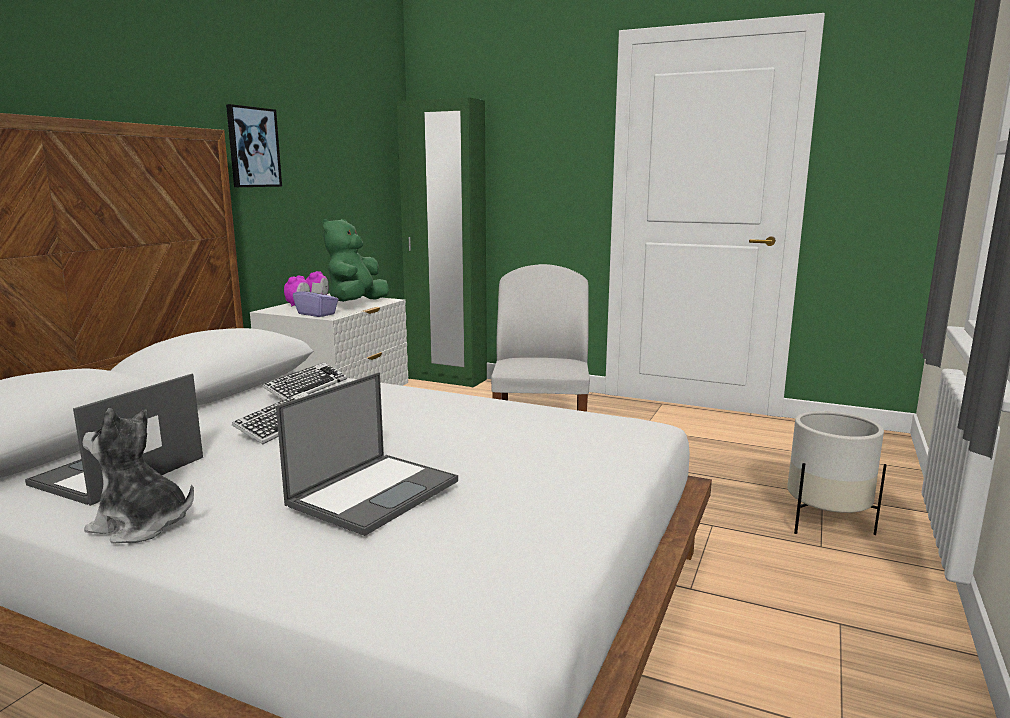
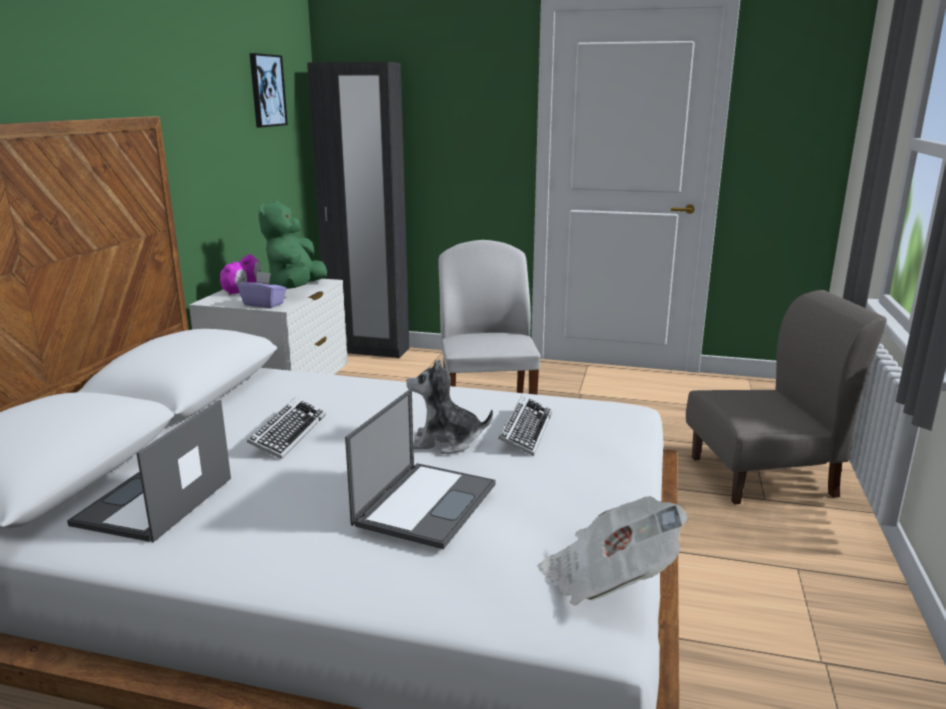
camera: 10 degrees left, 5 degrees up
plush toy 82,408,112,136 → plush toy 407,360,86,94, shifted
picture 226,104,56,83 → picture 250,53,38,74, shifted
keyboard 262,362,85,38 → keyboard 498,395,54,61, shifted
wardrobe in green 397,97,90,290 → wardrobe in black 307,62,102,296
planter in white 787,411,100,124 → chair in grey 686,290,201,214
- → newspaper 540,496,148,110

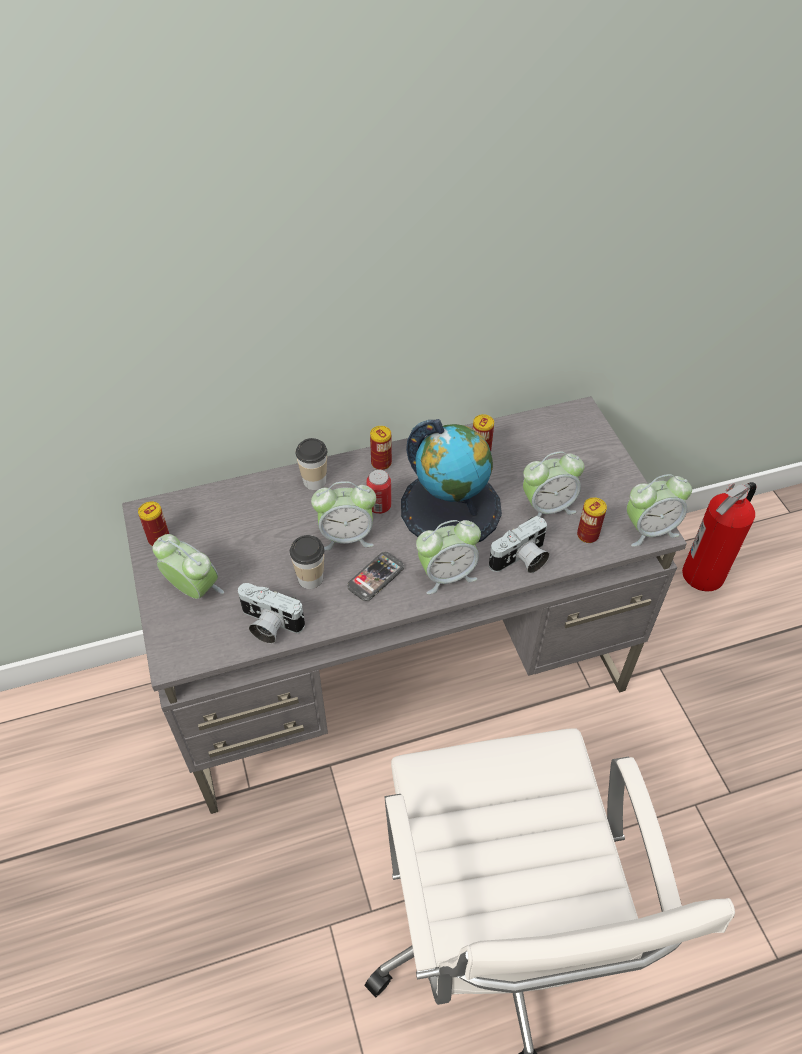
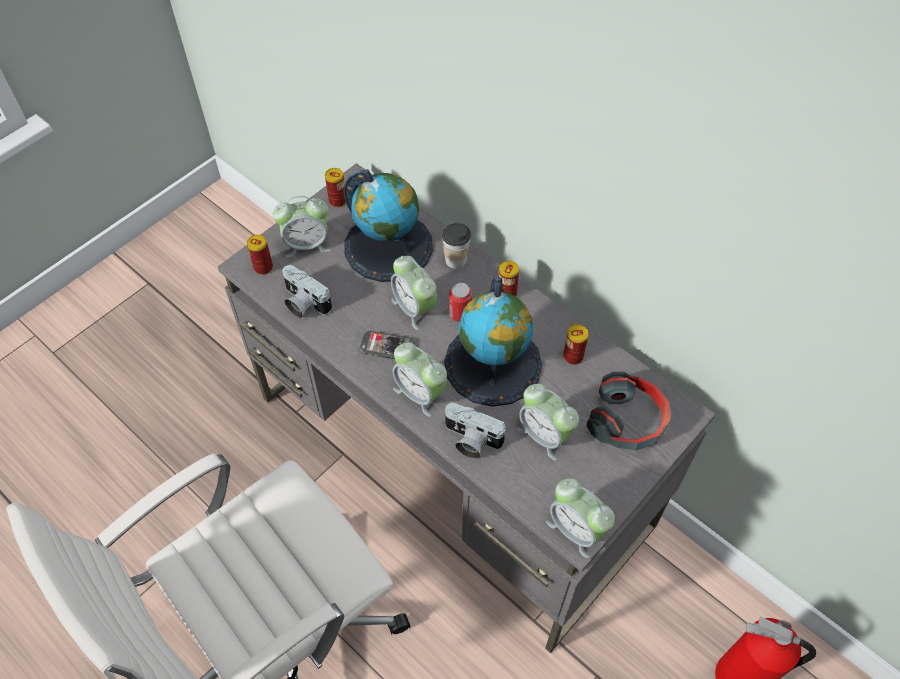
camera: 60 degrees right, 5 degrees up
alarm clock 152,534,72,65 → alarm clock 273,196,58,62, 75 degrees clockwise
photo camera 238,583,67,61 → photo camera 282,265,50,53, 45 degrees counterclockwise
cup 290,535,34,54 → -
can 577,497,30,46 → can 247,235,26,40, shifted
- → globe 344,169,89,113
- → headphones 586,372,85,78

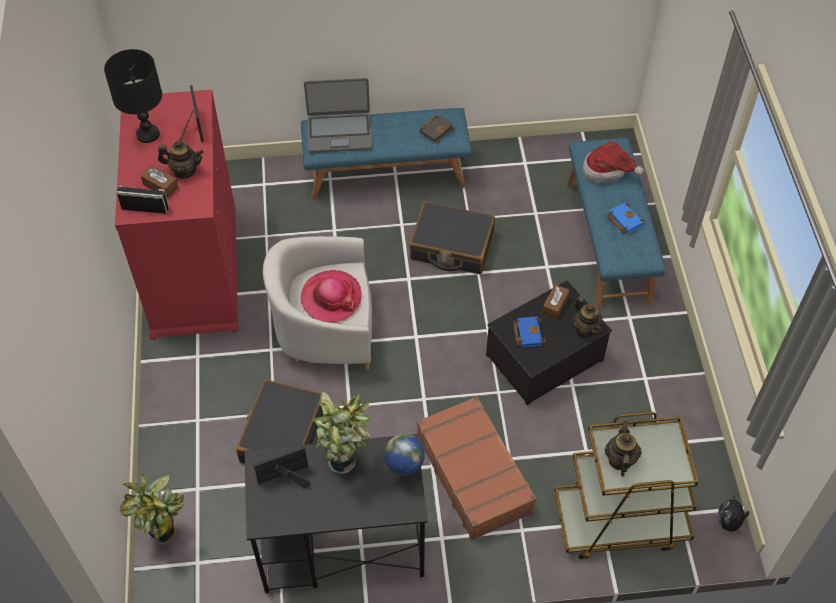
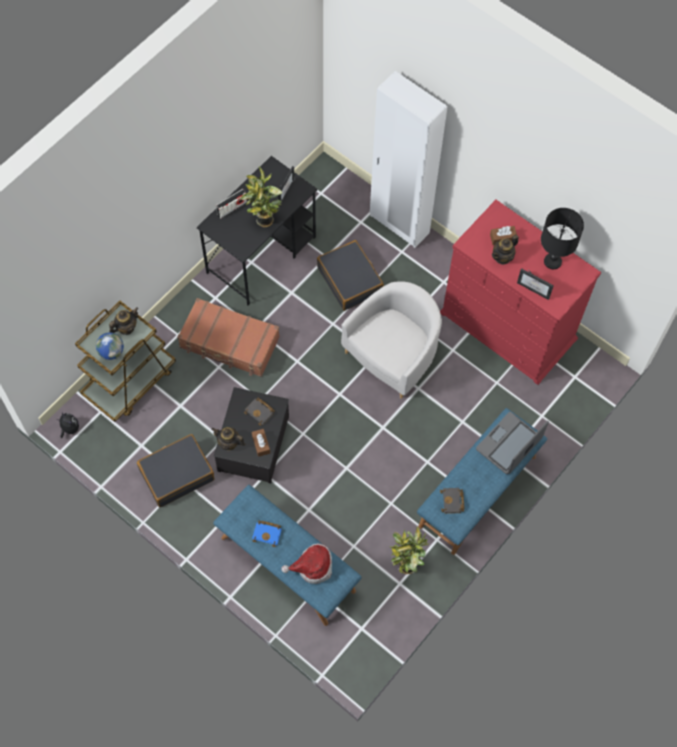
camera: 135 degrees right, 10 degrees up
radio 116,185,53,29 → radio 216,189,31,30, shifted
potted plant 119,472,65,73 → potted plant 391,527,38,47, shifted
hat 301,270,61,52 → -
globe 384,434,41,41 → globe 96,332,28,28, shifted
suitcase in black 409,201,86,73 → suitcase in black 137,434,78,73, shifted
book in blue 513,316,33,31 → book in black 244,398,31,28
teapot 605,421,37,56 → teapot 109,307,30,28, 90 degrees counterclockwise
- → wardrobe in white 370,71,78,177

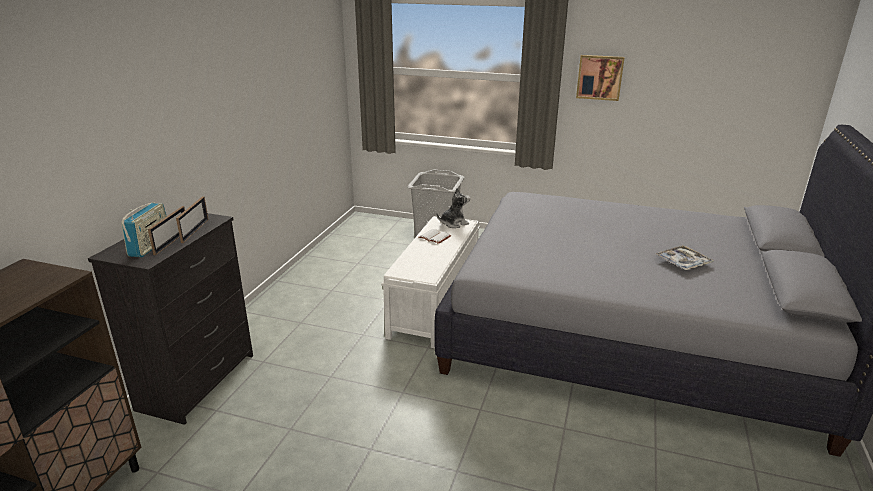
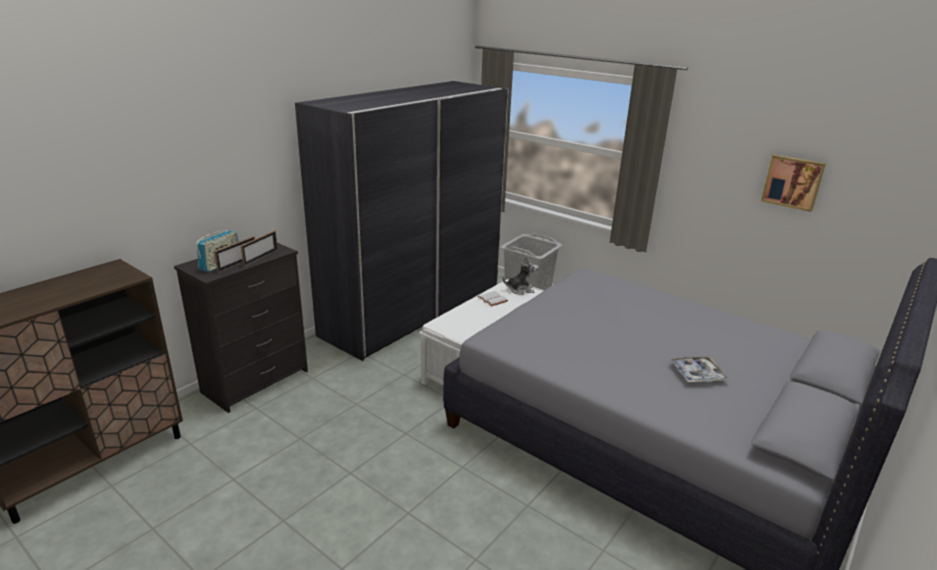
camera: 20 degrees right, 0 degrees up
picture 576,55,49,46 → picture 761,155,65,57, shifted
- → wardrobe in grey 295,81,214,280

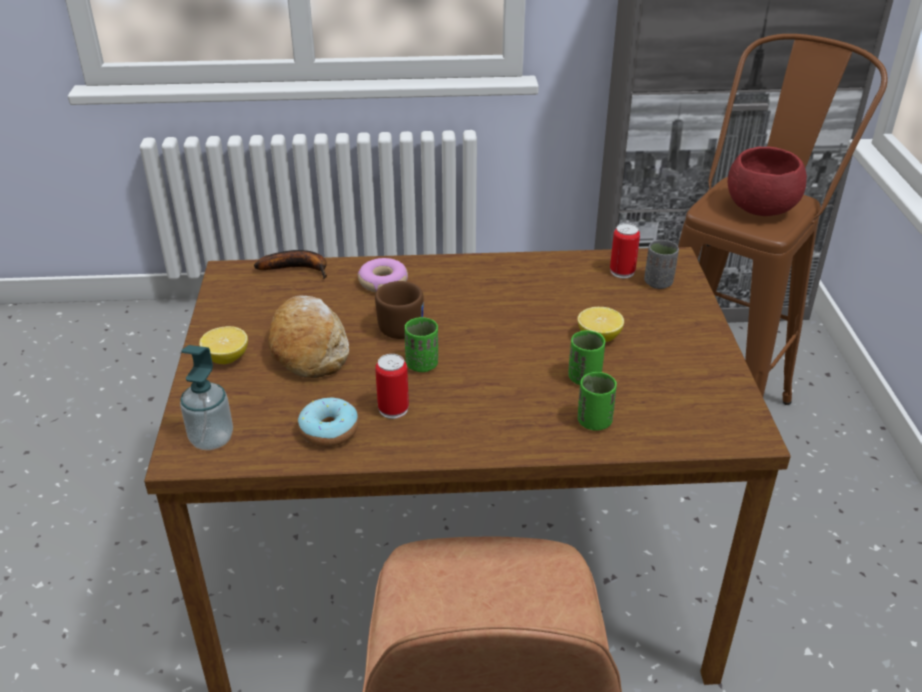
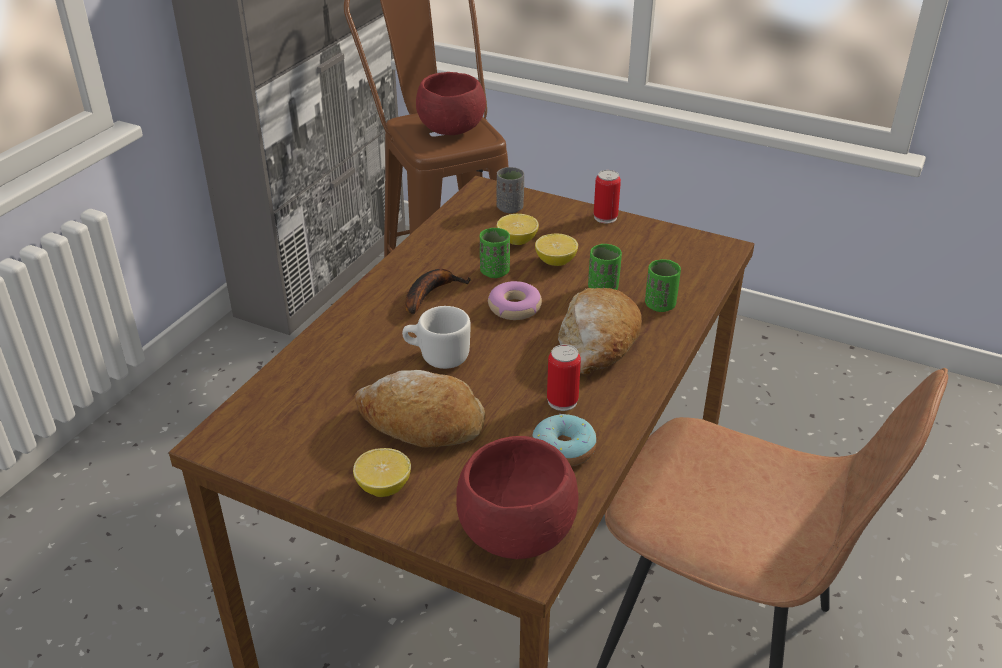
camera: 60 degrees left, 0 degrees up
soap dispenser 180,345,53,105 → bowl in red 456,436,123,123
banana 254,250,73,29 → banana 405,269,66,45, shifted
donut 357,258,51,34 → donut 488,281,54,39, shifted
mug in brown 375,281,49,58 → mug in white 402,306,69,63
cup in green 405,317,33,55 → cup in green 480,228,30,50, shifted
can 610,223,30,55 → can 594,170,27,53, shifted
- → lemon 497,214,42,31
- → bread 558,288,84,86

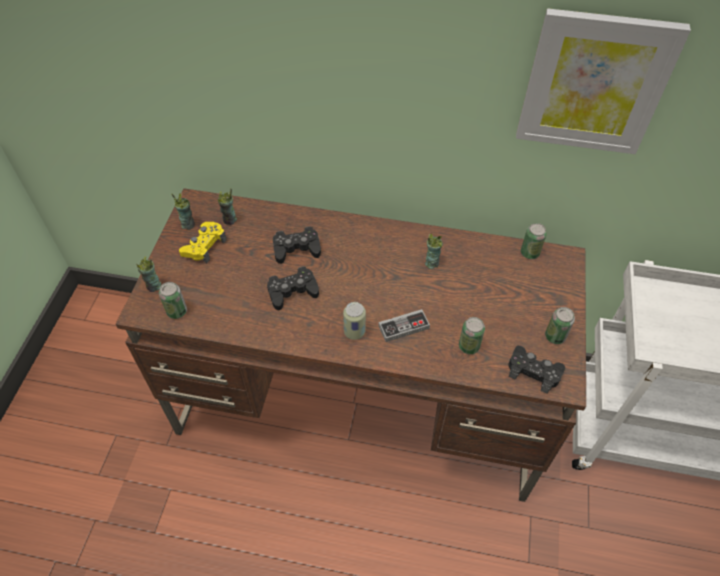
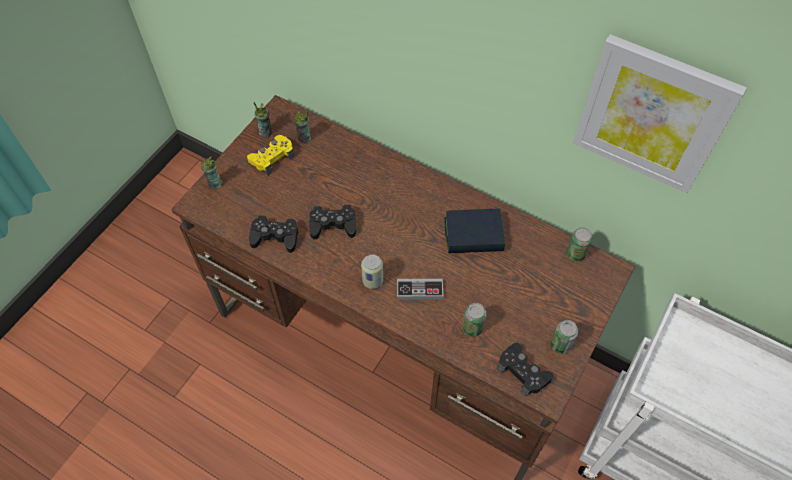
camera: 20 degrees right, 5 degrees up
can 159,282,28,37 → -
game controller in black 273,226,48,38 → game controller in black 249,215,49,38, shifted
cup 425,234,18,35 → book 444,209,61,44

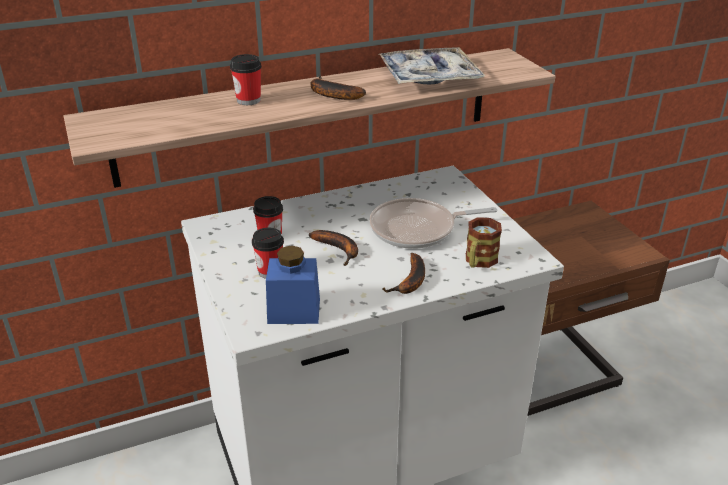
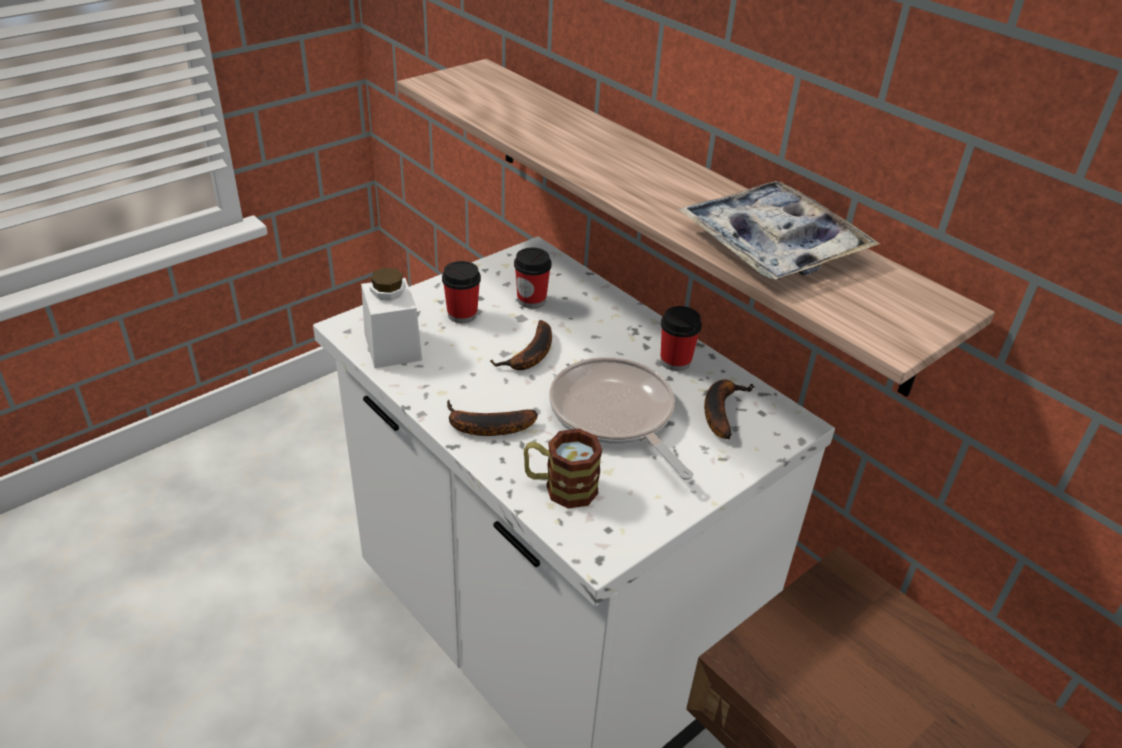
camera: 70 degrees right, 5 degrees up
cup 230,54,32,51 → cup 661,306,41,65, shifted
jar in blue 266,245,54,79 → jar in white 361,268,61,100
banana 310,76,56,24 → banana 704,379,51,60, shifted

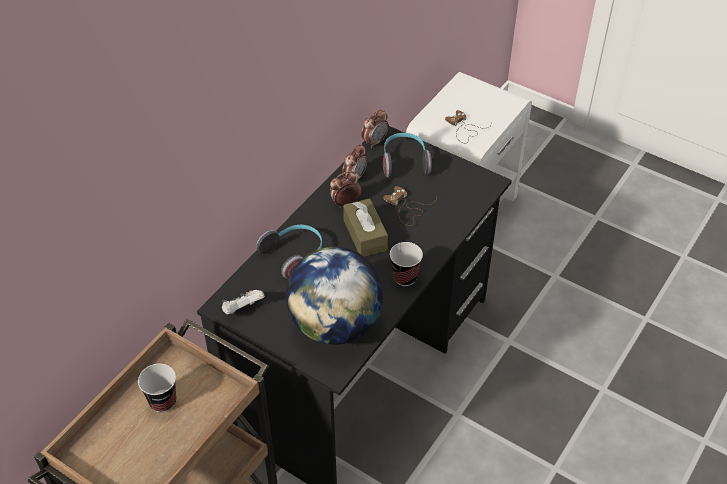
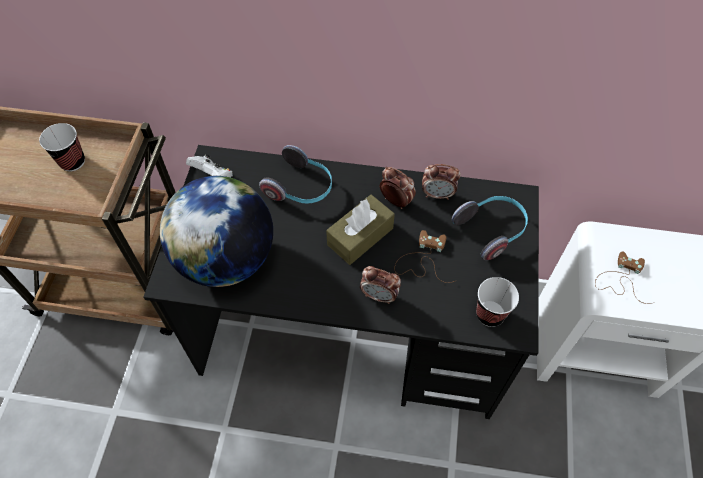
camera: 65 degrees right, 10 degrees up
alarm clock 361,109,28,39 → alarm clock 360,266,41,38, shifted
cup 390,242,33,44 → cup 476,277,43,50, shifted

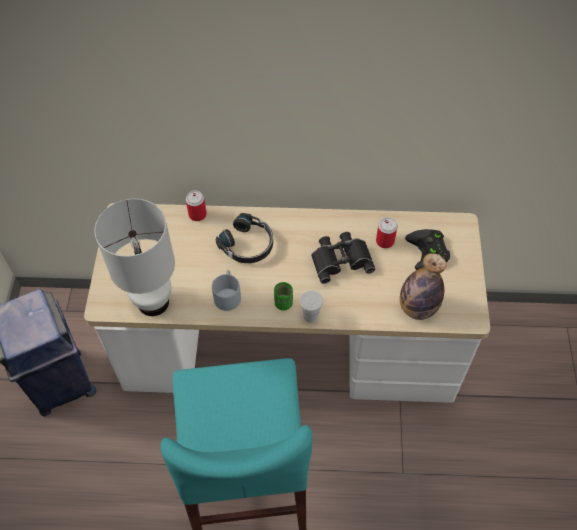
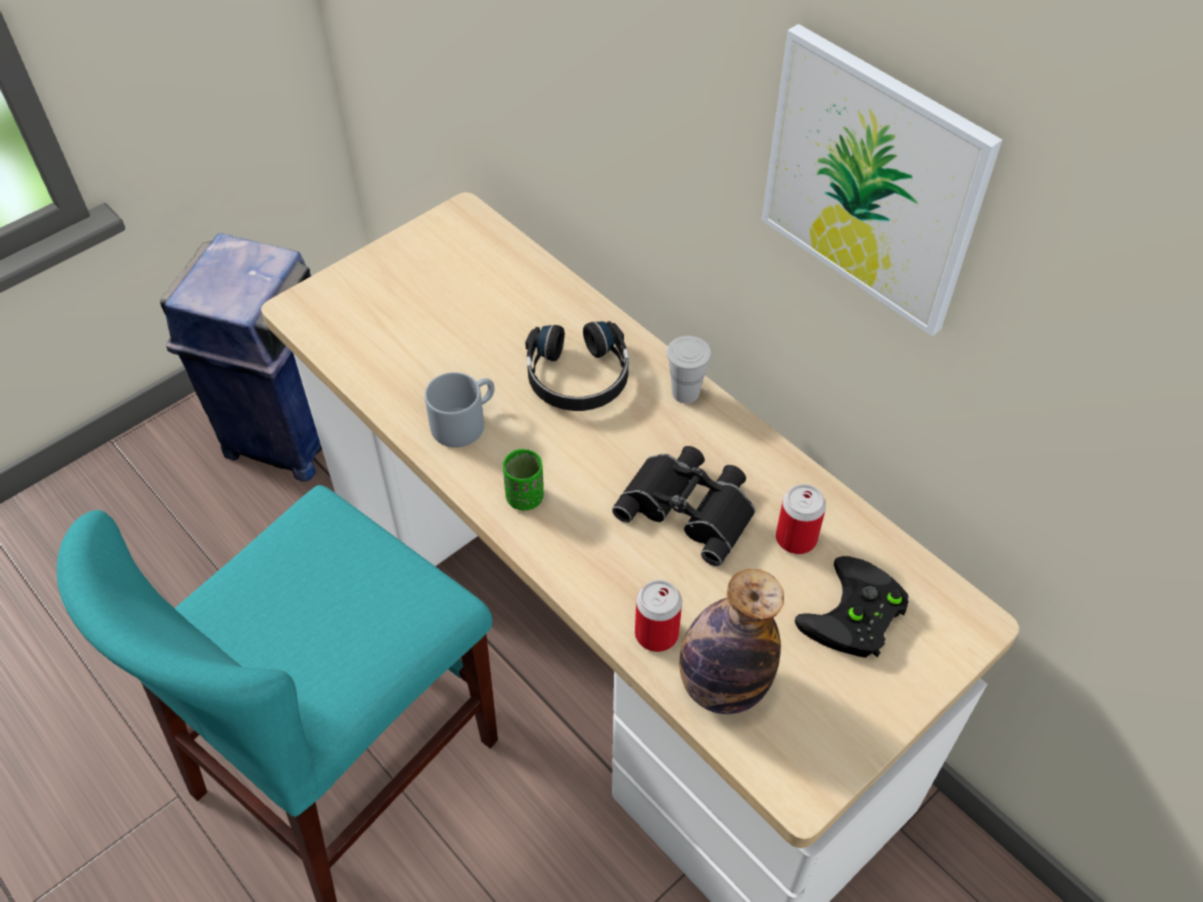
camera: 45 degrees right, 5 degrees down
table lamp in white 94,199,81,117 → -
can 186,190,21,31 → can 635,580,47,72, shifted
cup in white 300,291,23,32 → cup in white 666,336,46,68, shifted
- → picture 762,24,240,312

